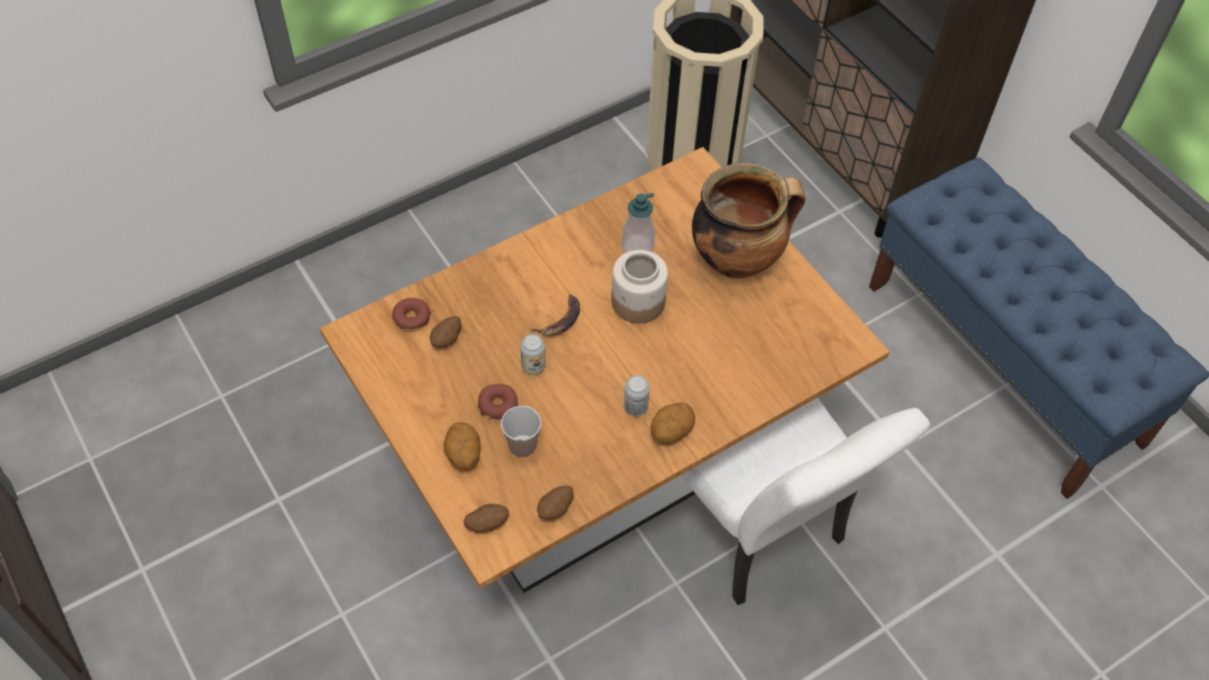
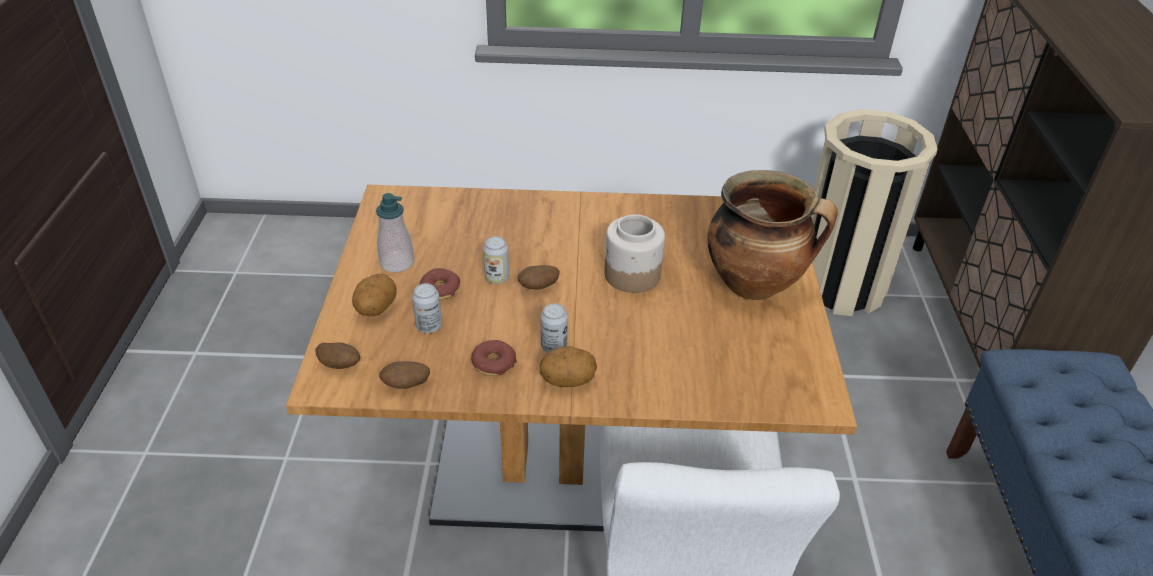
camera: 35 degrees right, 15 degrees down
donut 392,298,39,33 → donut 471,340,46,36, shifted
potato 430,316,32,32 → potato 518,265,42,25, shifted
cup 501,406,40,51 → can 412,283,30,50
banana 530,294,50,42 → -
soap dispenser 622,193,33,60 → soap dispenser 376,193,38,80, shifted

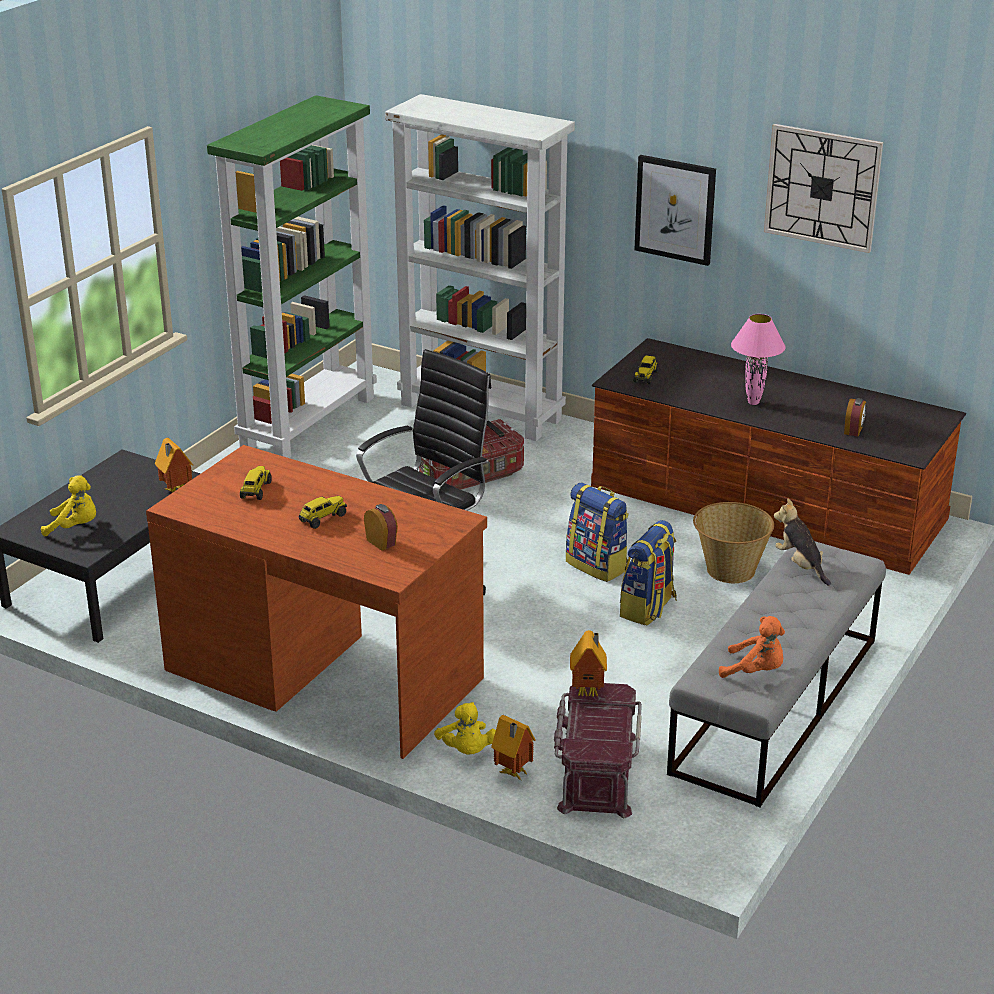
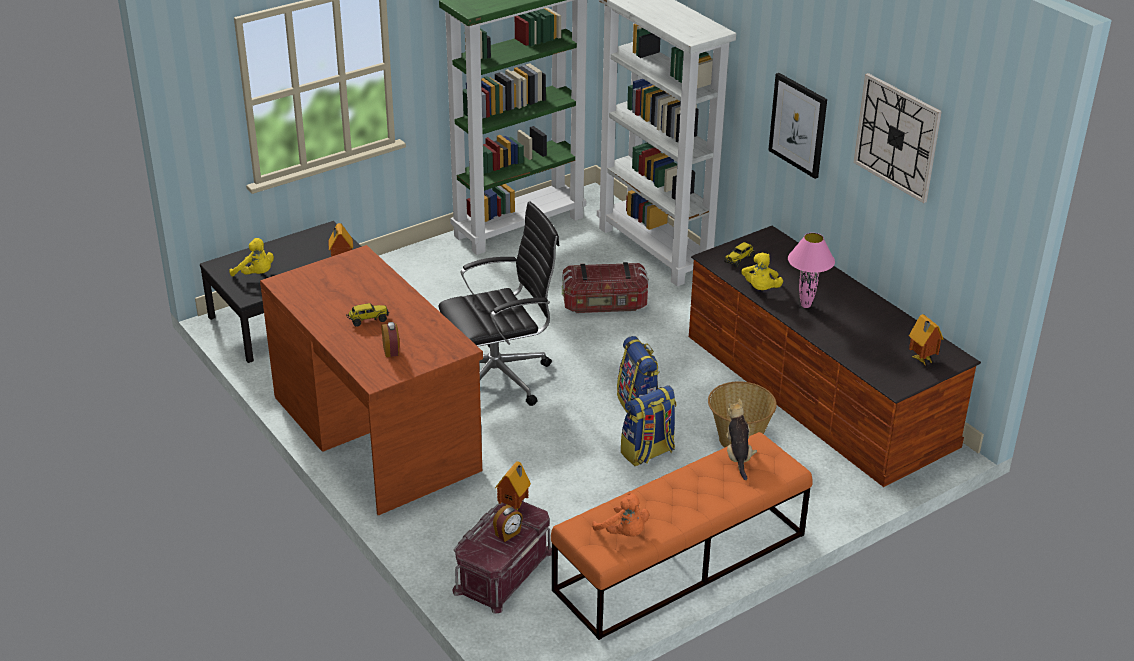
camera: 25 degrees right, 5 degrees up
toy truck 240,466,32,34 → -
plush toy in yellow 434,702,62,53 → plush toy in yellow 741,252,42,38, shifted
toy house 491,715,45,65 → toy house 909,314,35,52, shifted
bench in grey 667,541,219,266 → bench in orange 551,432,261,208
alarm clock 844,398,22,39 → alarm clock 493,505,30,37, shifted

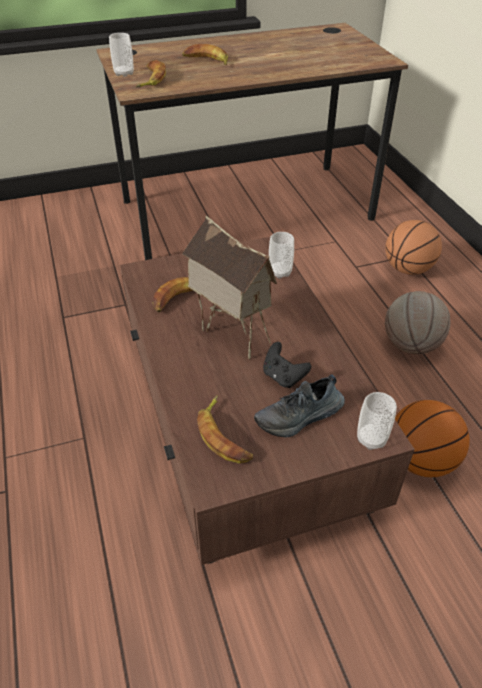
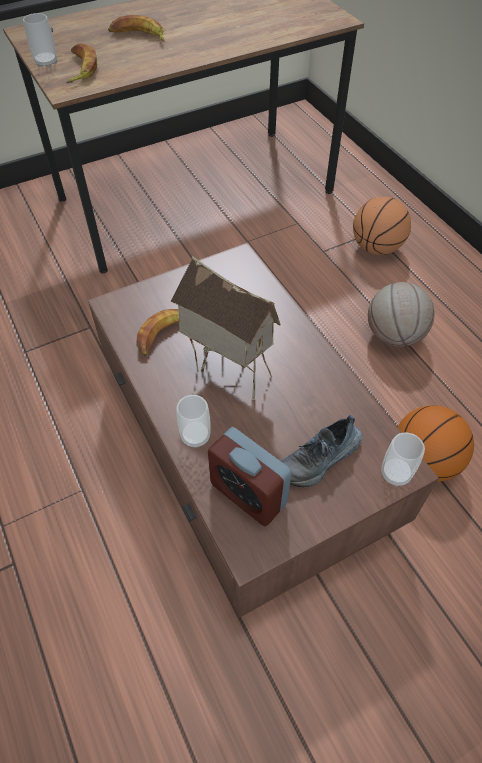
camera: 10 degrees left, 10 degrees up
banana 197,395,56,69 → alarm clock 208,427,84,99
game controller in black 263,342,48,46 → -
cup 269,232,25,47 → cup 176,395,35,53, shifted

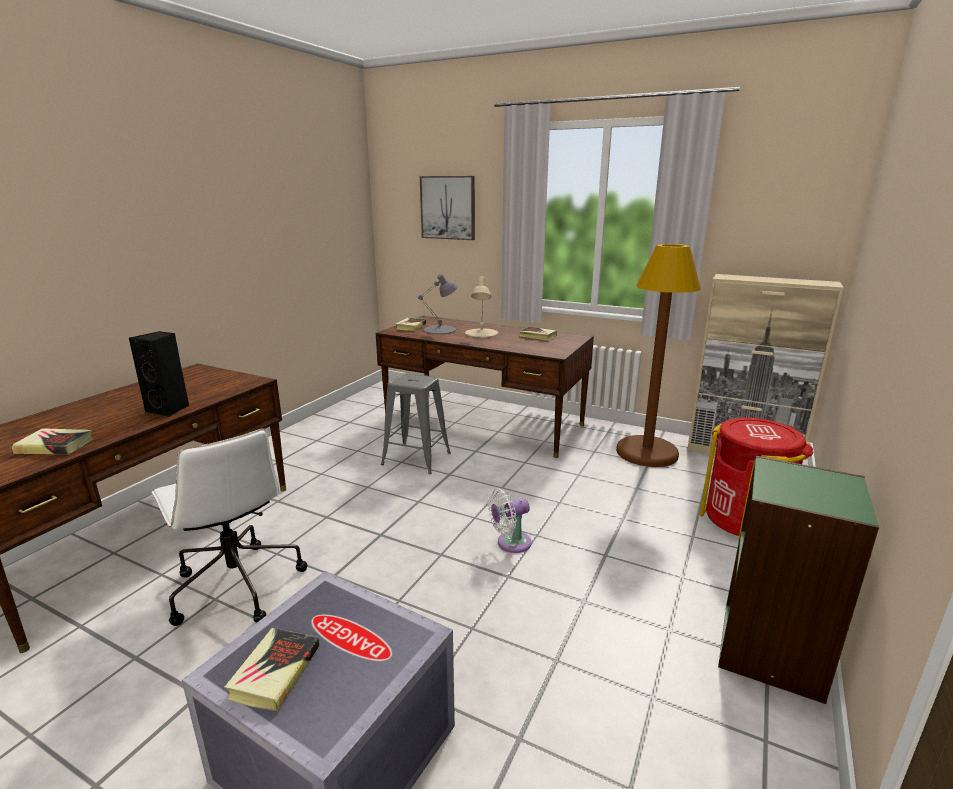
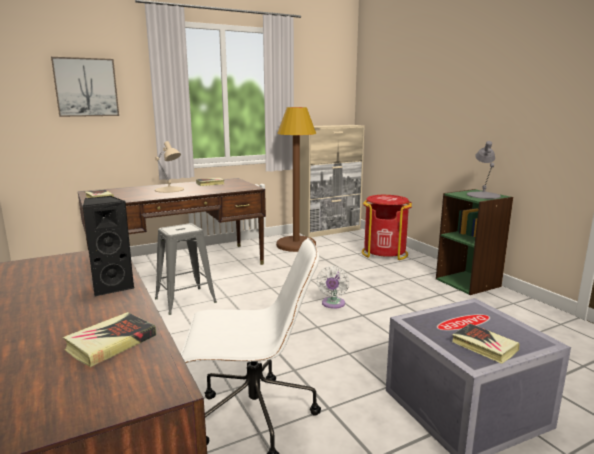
camera: 55 degrees left, 5 degrees down
table lamp in grey 418,274,40,60 → table lamp in grey 467,141,34,58, shifted

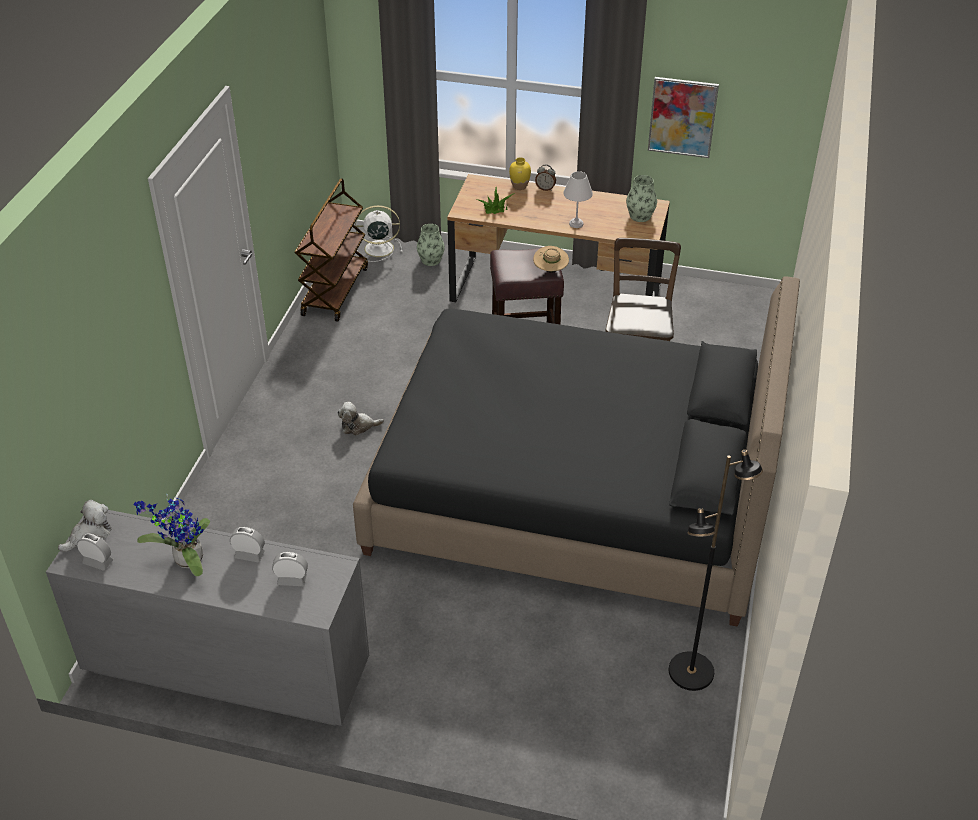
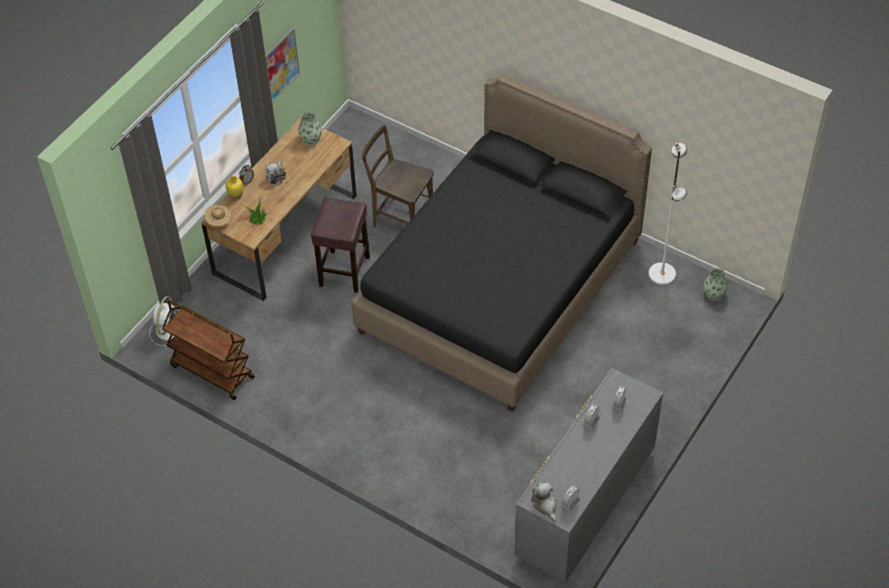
camera: 70 degrees left, 10 degrees up
potted plant 133,494,77,82 → -
plush toy 338,402,46,34 → plush toy 266,159,20,26, shifted
vase 417,224,28,42 → vase 704,268,24,33, shifted
hat in beige 533,246,36,27 → hat in beige 204,205,28,22, shifted
table lamp in white 563,171,30,57 → -
floor lamp in black 669,450,94,241 → floor lamp in white 649,142,38,143

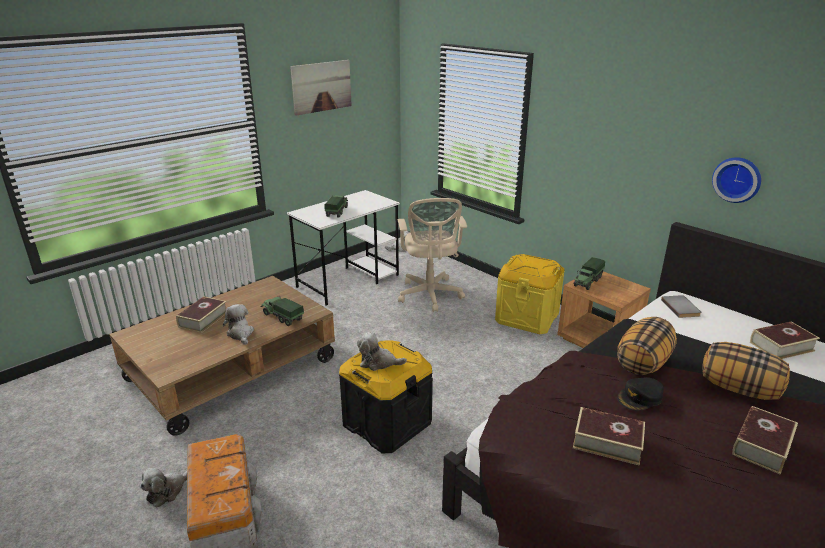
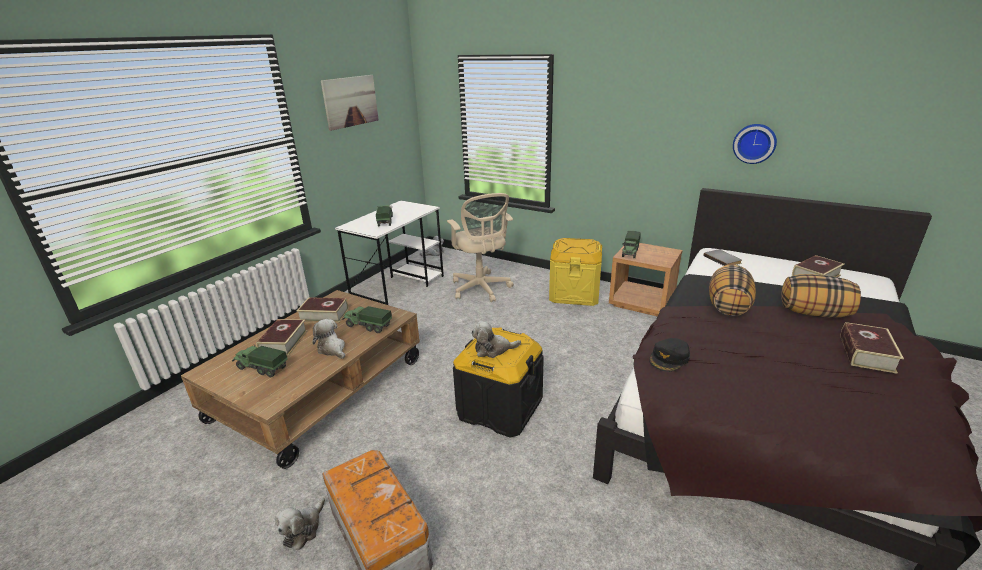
camera: 15 degrees left, 0 degrees up
book 573,407,72,59 → book 297,297,52,26, shifted
cap in black 617,377,47,34 → cap in black 649,338,41,34, shifted
- → toy truck 232,345,56,32

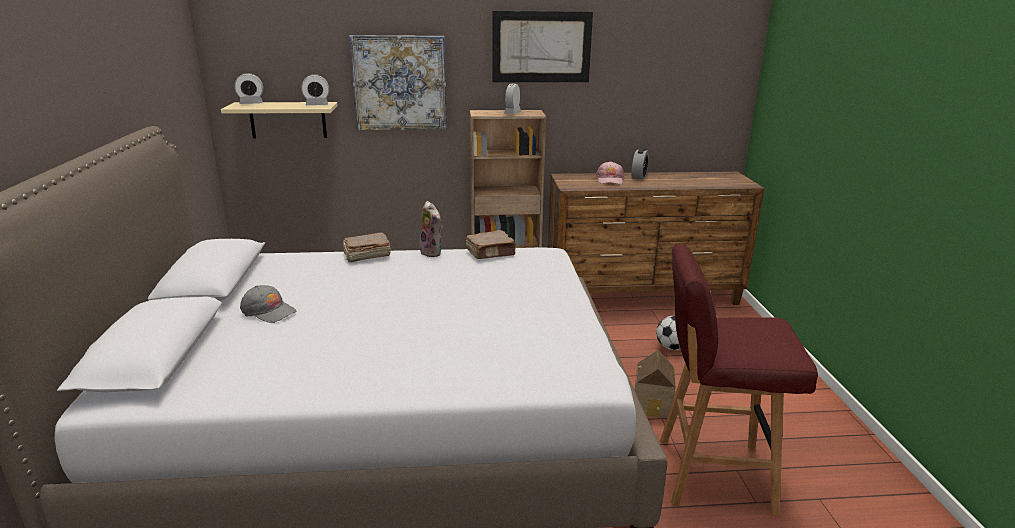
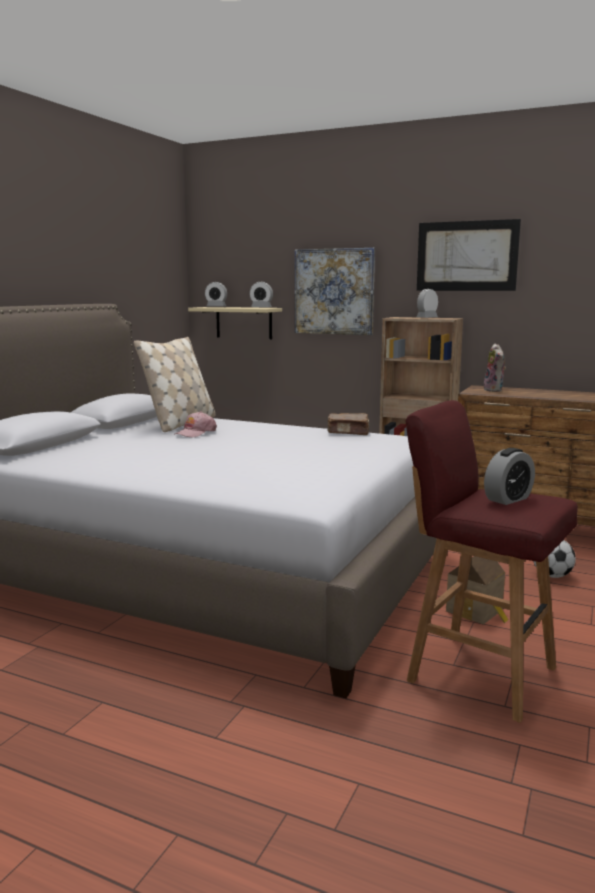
camera: 30 degrees right, 10 degrees down
cap in grey 240,285,56,38 → -
book in brown 343,232,48,31 → -
plush toy 420,201,22,56 → plush toy 484,344,22,48, shifted
cap in pink 596,161,28,23 → cap in pink 175,412,42,26, shifted
alarm clock 632,149,17,31 → alarm clock 484,448,51,57, shifted
- → pillow in beige 134,337,82,95

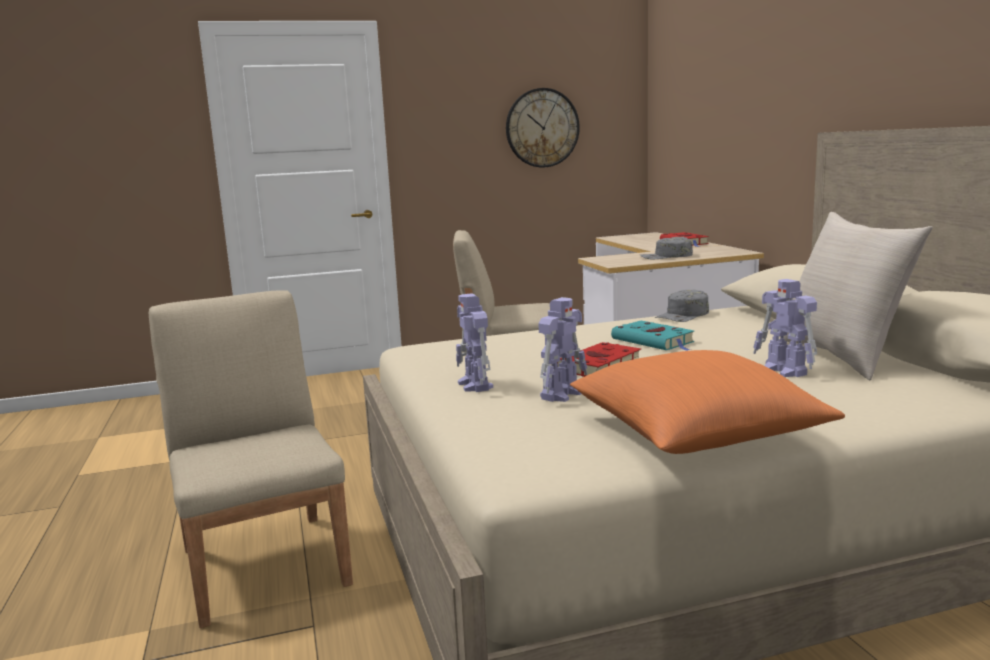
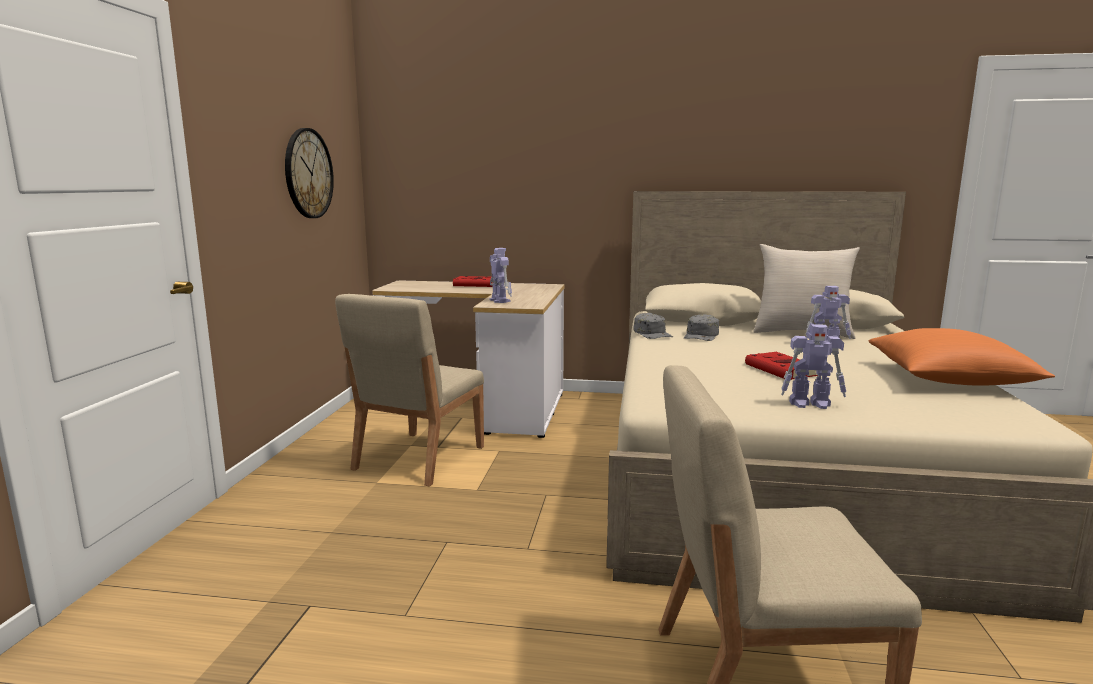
camera: 65 degrees left, 0 degrees up
toy robot 538,297,49,105 → toy robot 490,248,22,55, shifted
book in turquoise 611,321,83,30 → -
cap in grey 640,237,53,23 → cap in grey 684,314,35,27, shifted

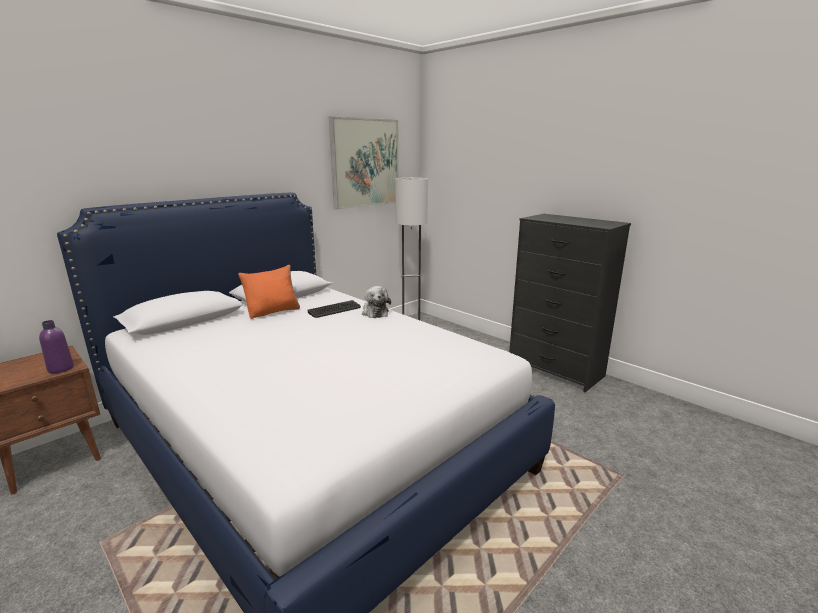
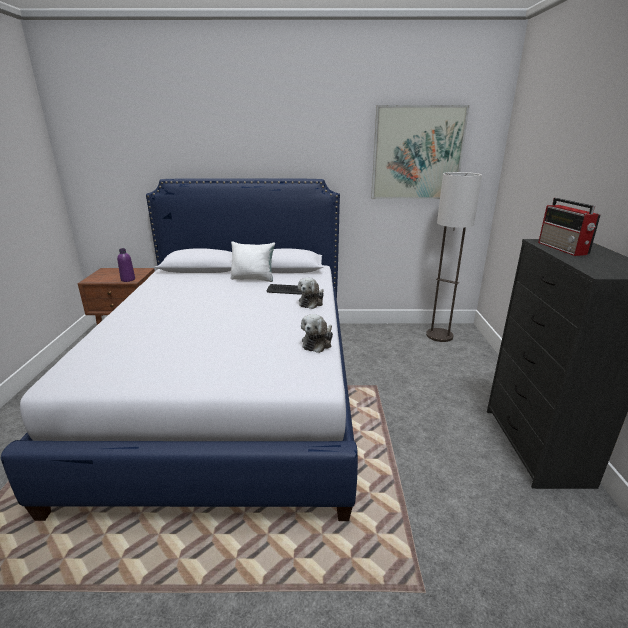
camera: 45 degrees right, 5 degrees up
pillow in orange 238,265,62,54 → pillow in white 231,241,44,41
- → plush toy 301,314,32,39
- → radio 538,198,63,58

